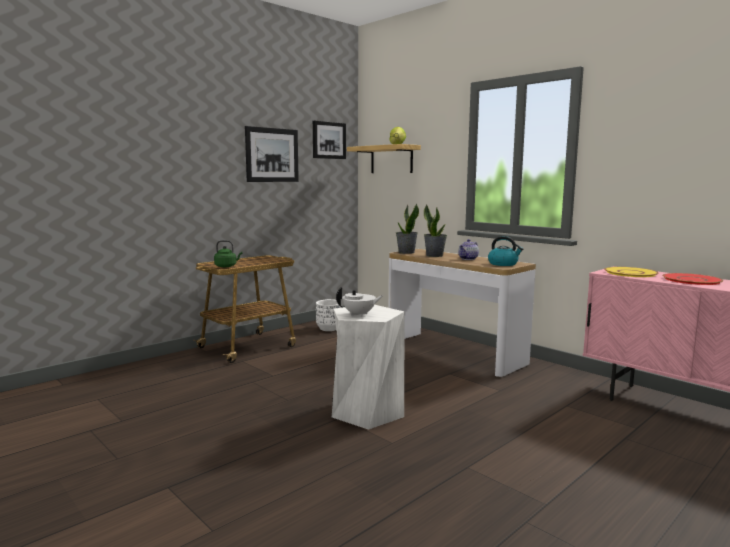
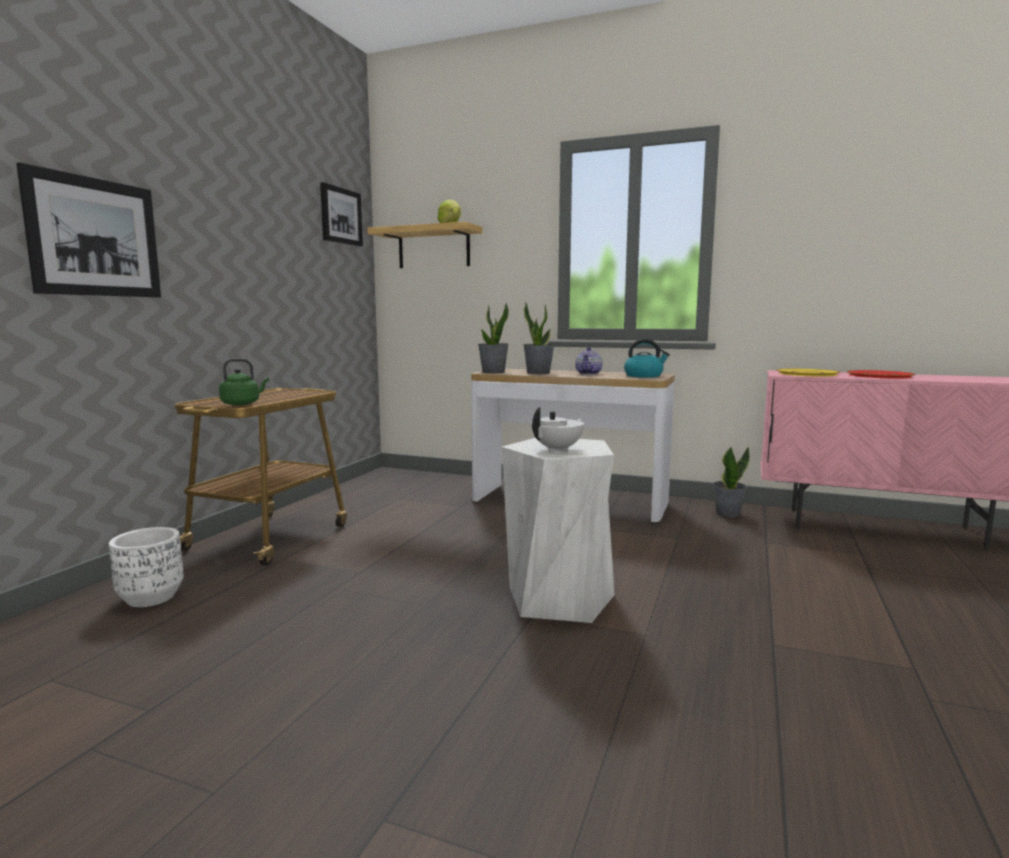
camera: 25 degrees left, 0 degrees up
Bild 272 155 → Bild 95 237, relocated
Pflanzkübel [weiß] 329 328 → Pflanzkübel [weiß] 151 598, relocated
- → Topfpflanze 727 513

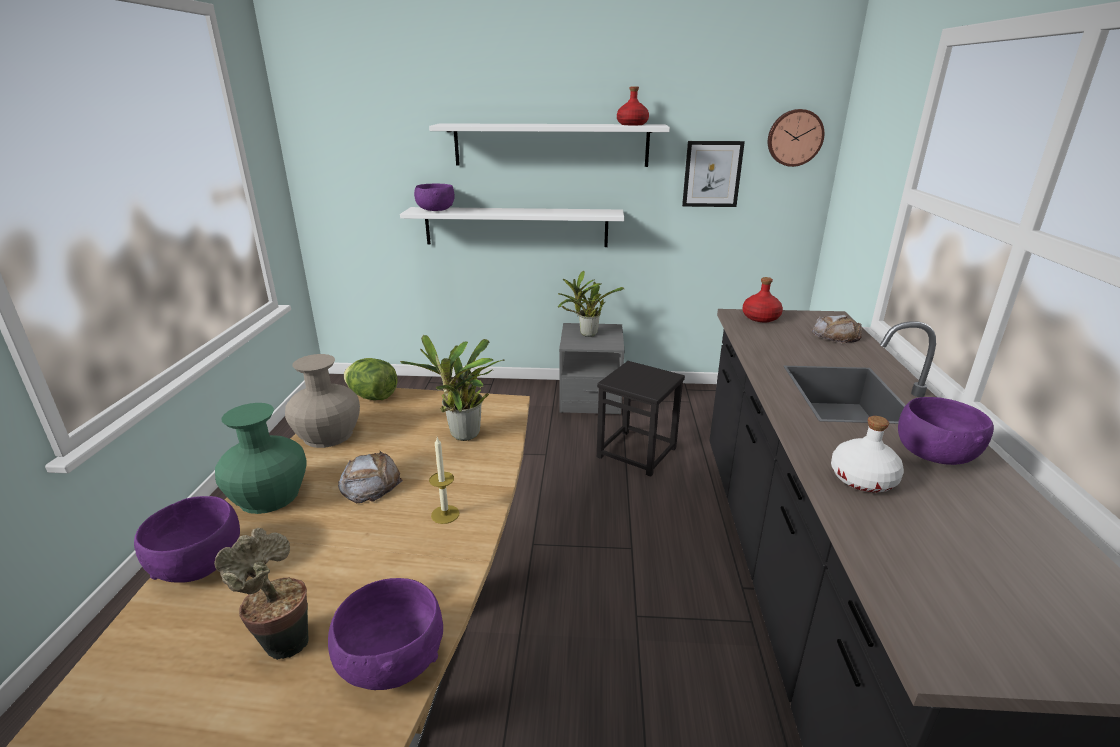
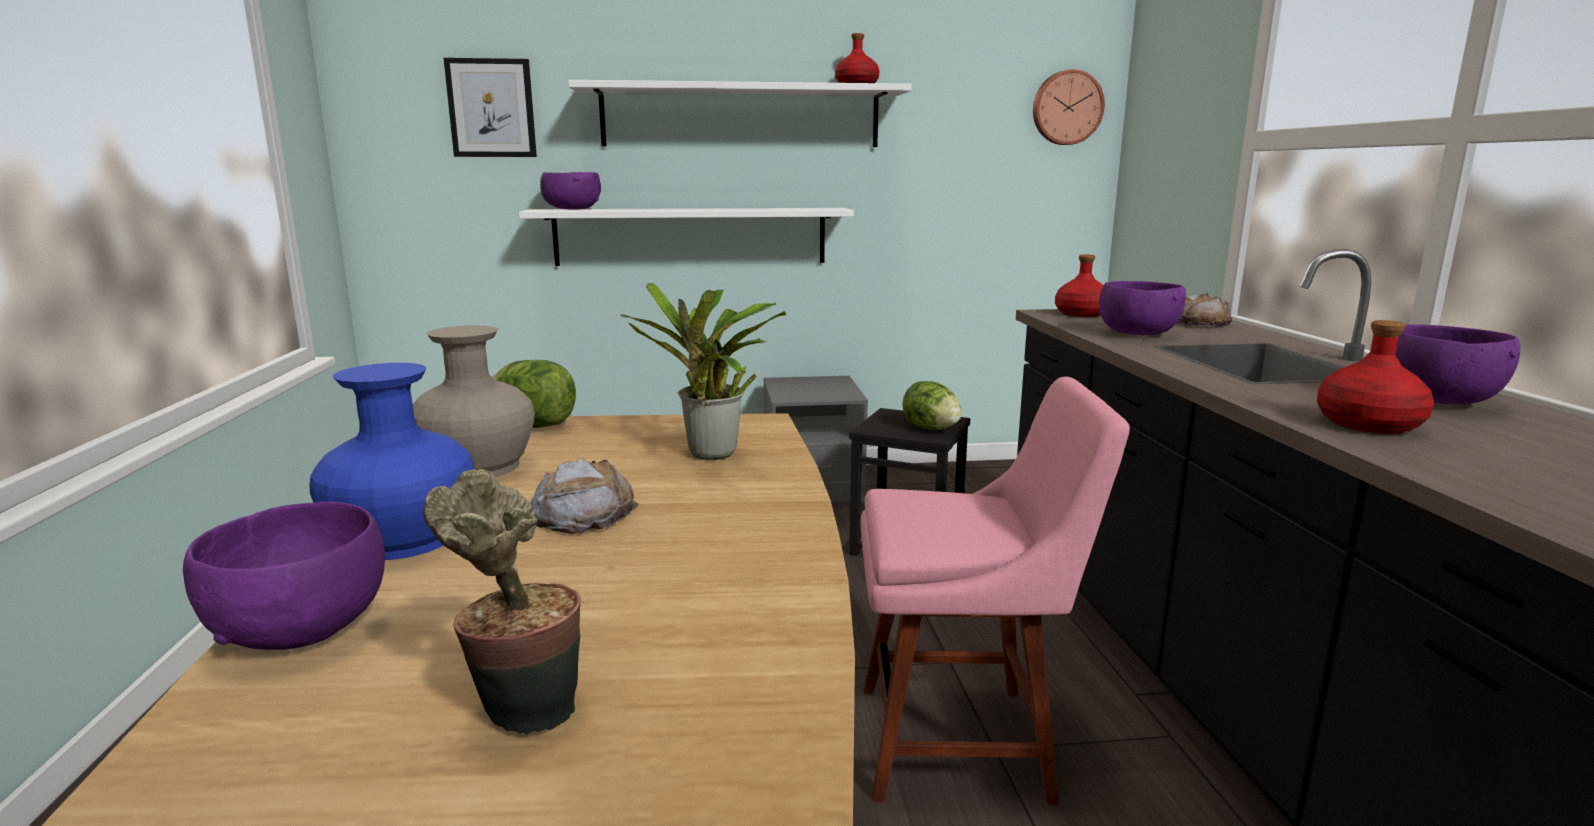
camera: 10 degrees left, 10 degrees down
Vase [grün] 269 496 → Vase [blau] 403 538
Schüssel [lila] 391 662 → Schüssel [lila] 1137 334, relocated
Kerze 445 514 → -
Topfpflanze 586 334 → -
Bild 712 174 → Bild 491 108, relocated
Flasche [weiß] 863 479 → Flasche [rot] 1369 424
- → Stuhl [rosa] 964 741
- → Salatkopf 931 429

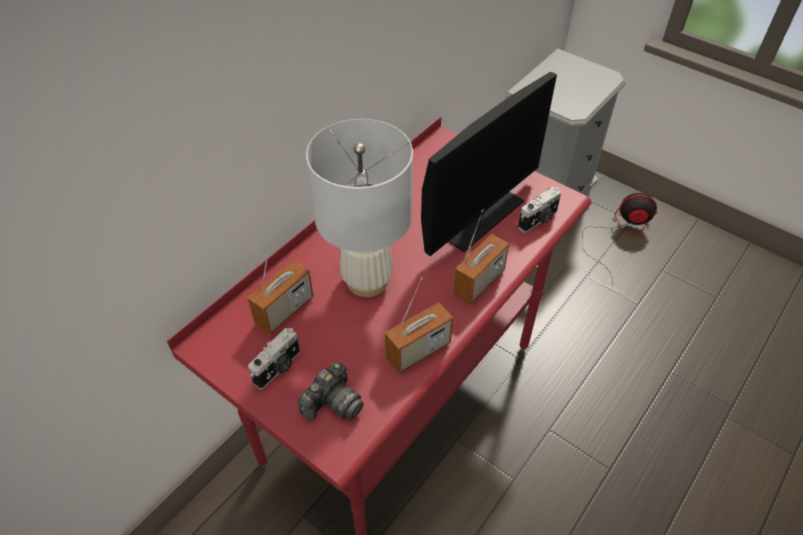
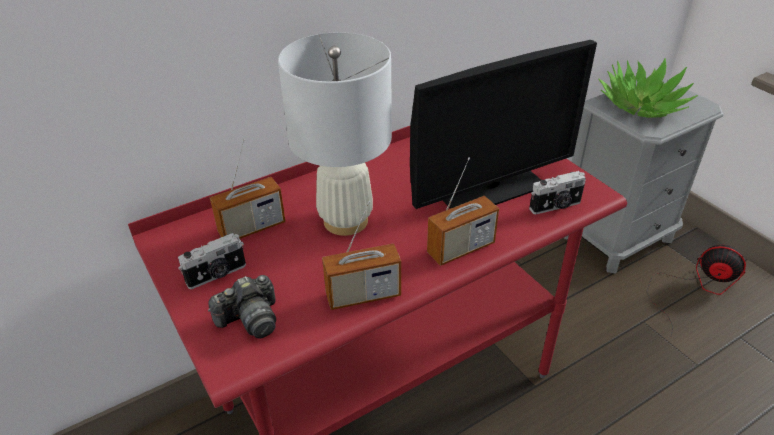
camera: 20 degrees right, 10 degrees down
- → Topfpflanze 642 106

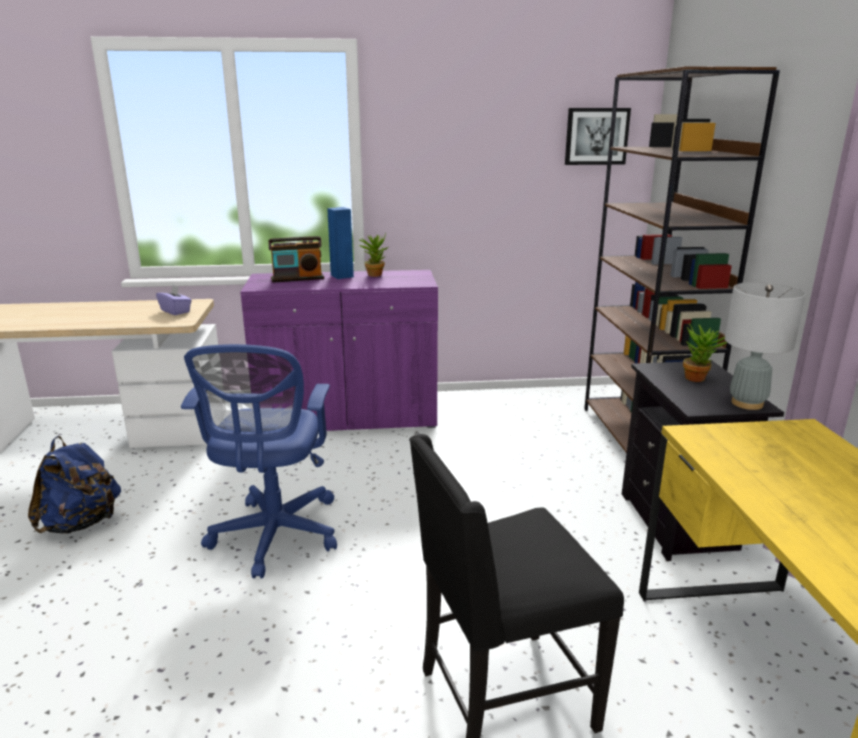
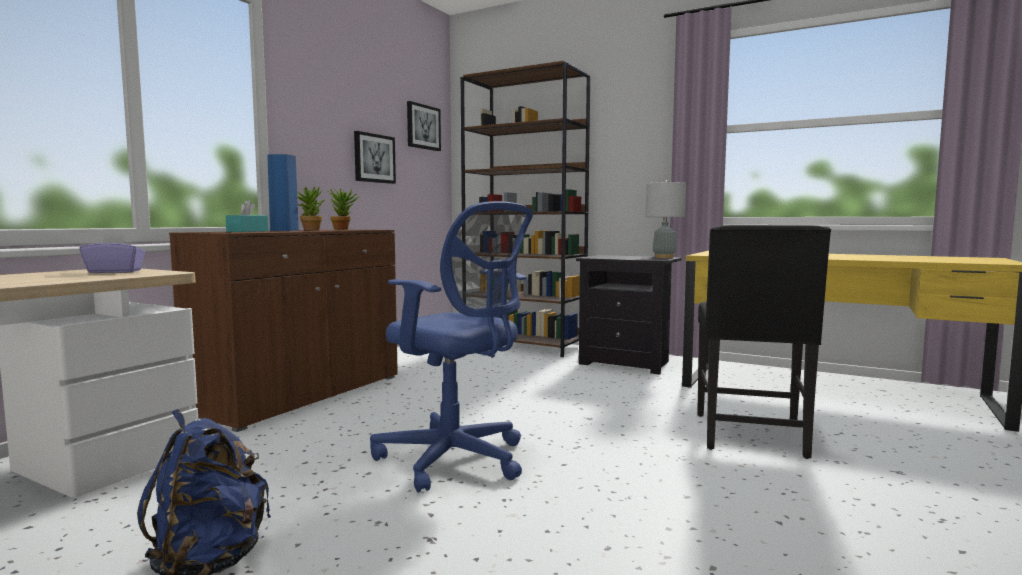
camera: 55 degrees left, 15 degrees down
Schrank [lila] 348 418 → Schrank [braun] 302 395
Radio 297 279 → Taschentuchbox [türkis] 247 231
Topfpflanze 699 378 → Topfpflanze 343 229, relocated
- → Bild 374 158

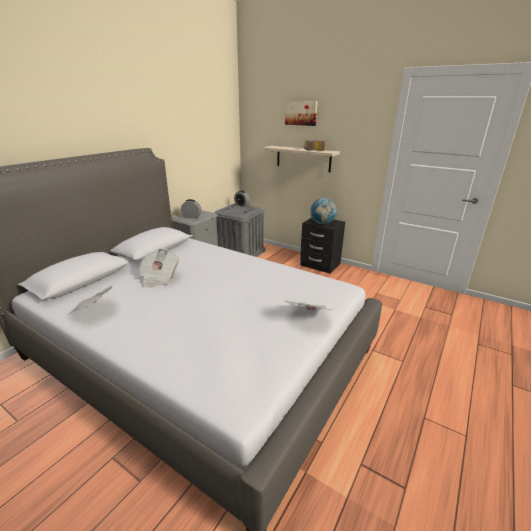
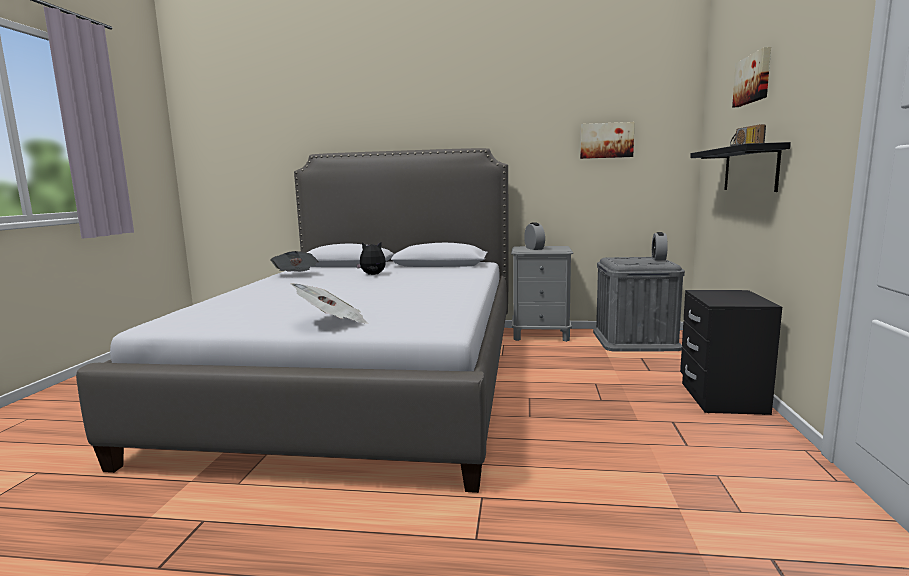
camera: 65 degrees right, 15 degrees down
Zeitung 159 278 → Plüschtier 373 275
Wandregal [beige] 303 158 → Wandregal [schwarz] 750 169
Globus 322 223 → -
- → Bild 606 140

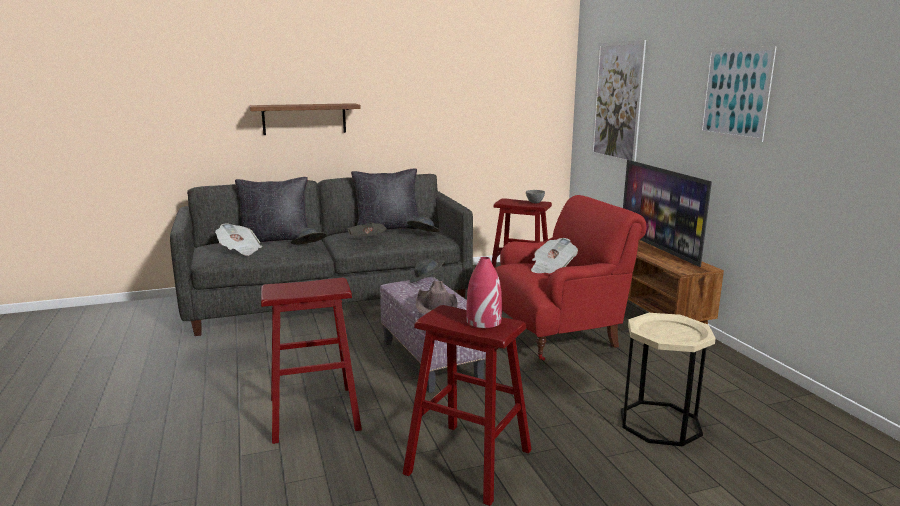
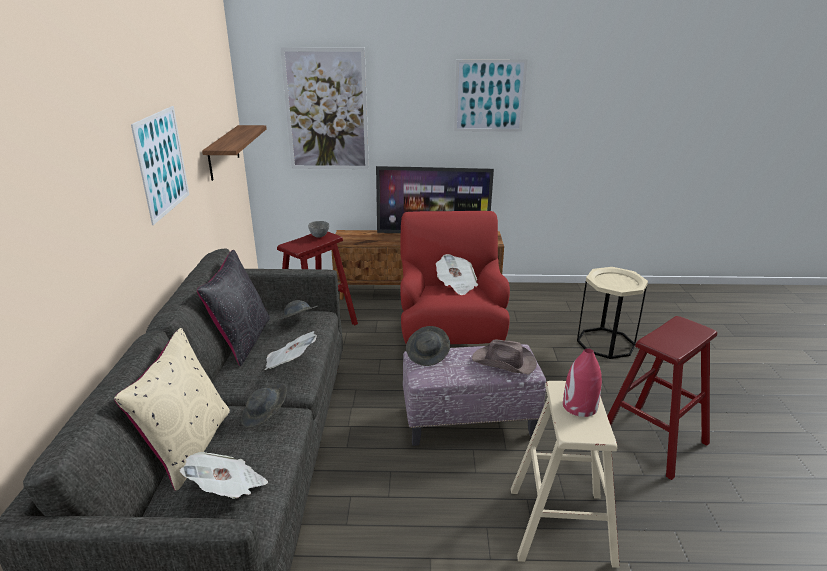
camera: 70 degrees left, 10 degrees up
Kissen [schwarz] 275 240 → Kissen [beige] 188 446
Wandregal 304 119 → Wandregal 223 152, relocated
Hocker [rot] 314 413 → Hocker [beige] 561 525
Vase [rot] 483 321 → Vase [rot] 579 406, relocated
- → Bild 162 163

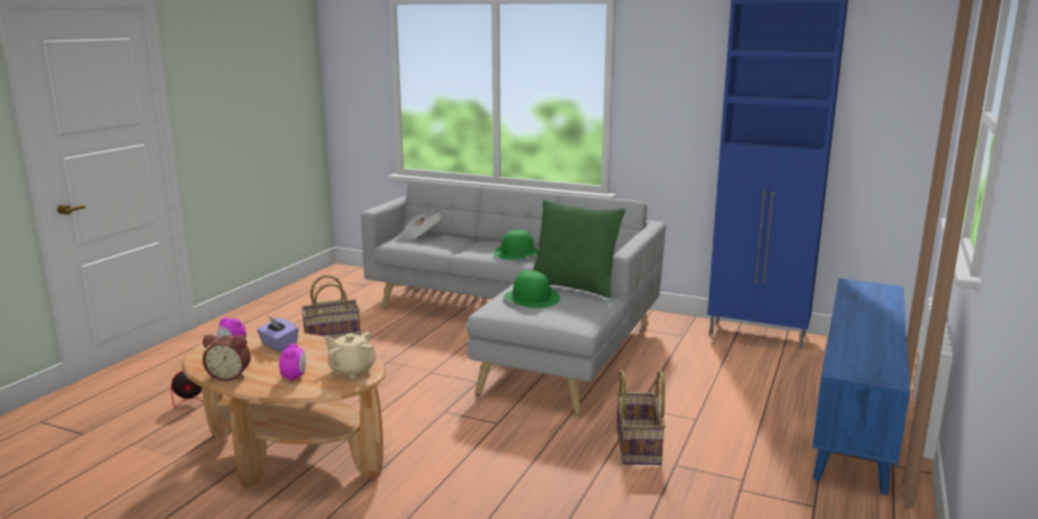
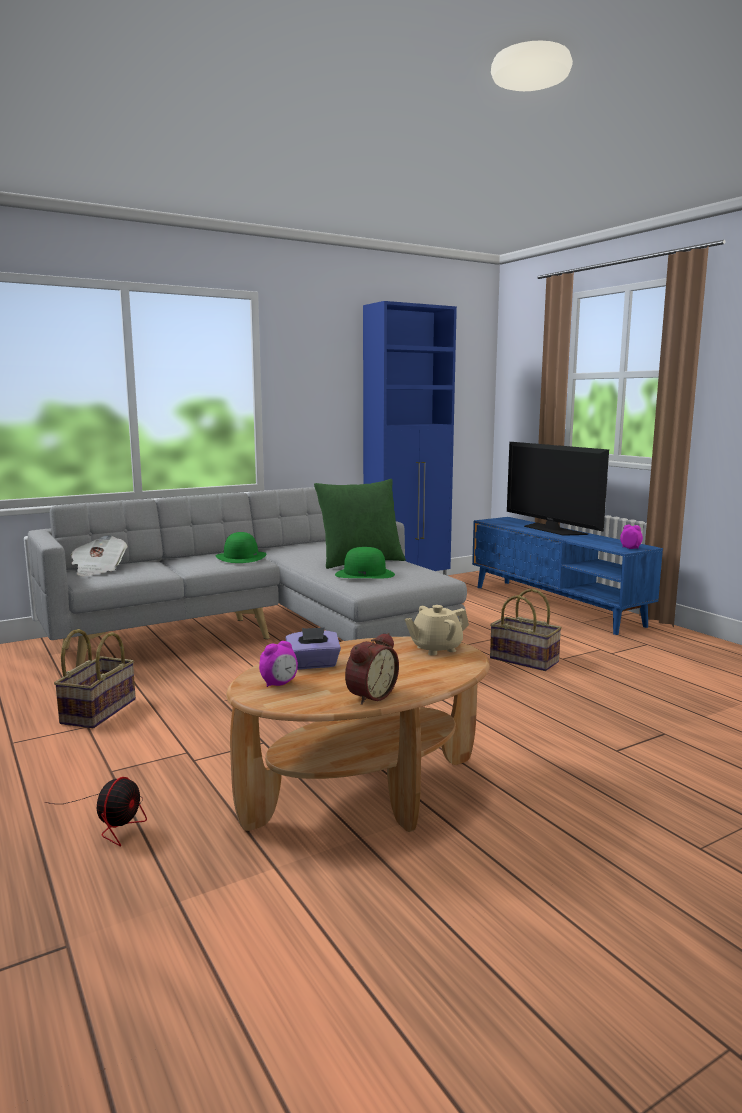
camera: 55 degrees left, 5 degrees down
Wecker 294 377 → Wecker 630 548, relocated
- → Fernseher 552 530

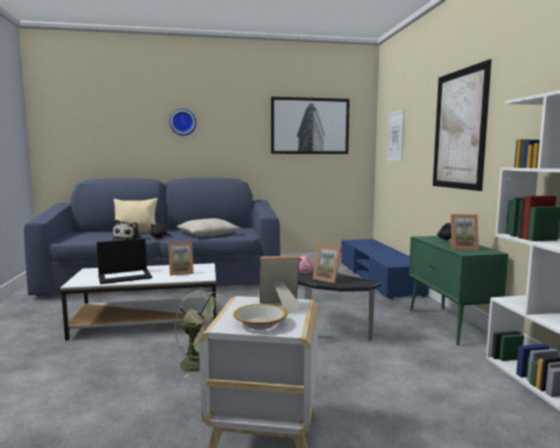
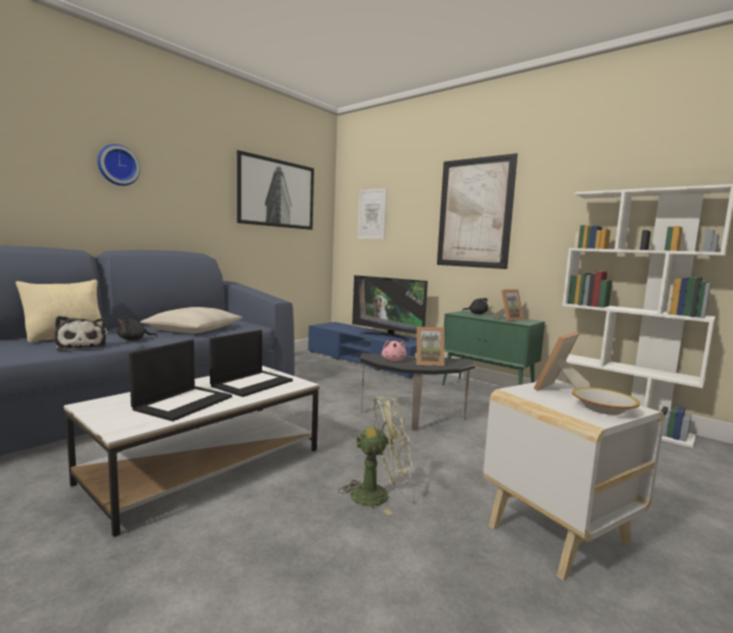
camera: 40 degrees left, 0 degrees up
Bilderrahmen 181 272 → Laptop 252 383
- → Fernseher 388 336

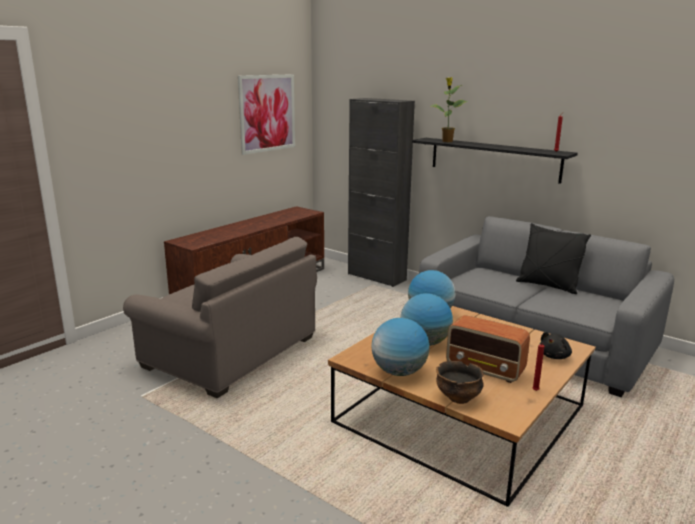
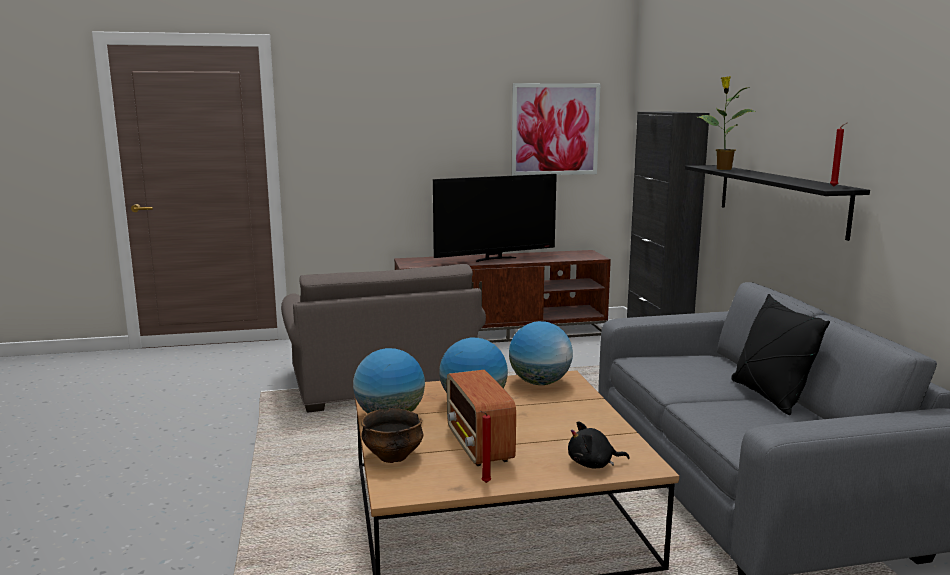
camera: 40 degrees right, 5 degrees down
- → Fernseher 494 259

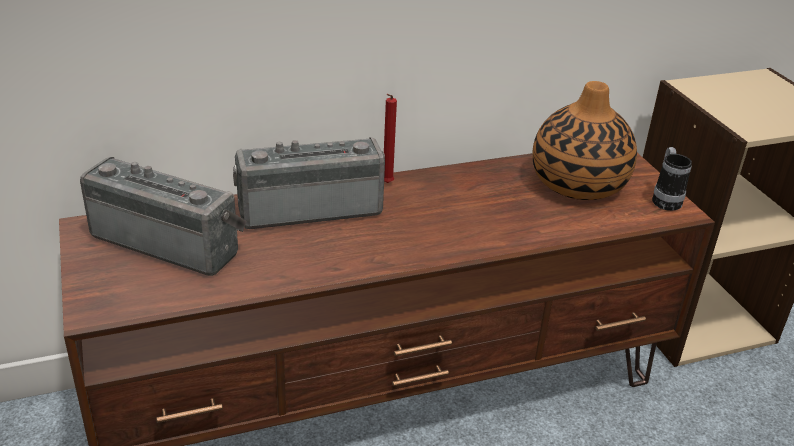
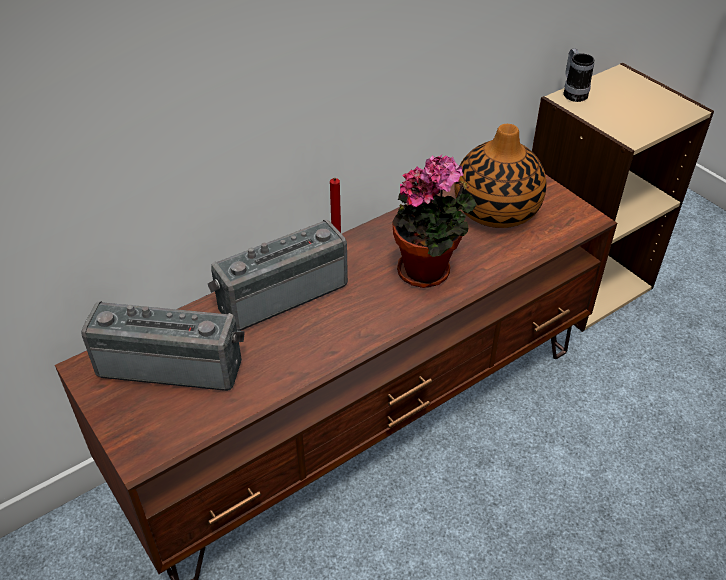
camera: 15 degrees left, 10 degrees up
Henkelbecher 665 199 → Henkelbecher 573 93, relocated
- → Topfpflanze 428 271

